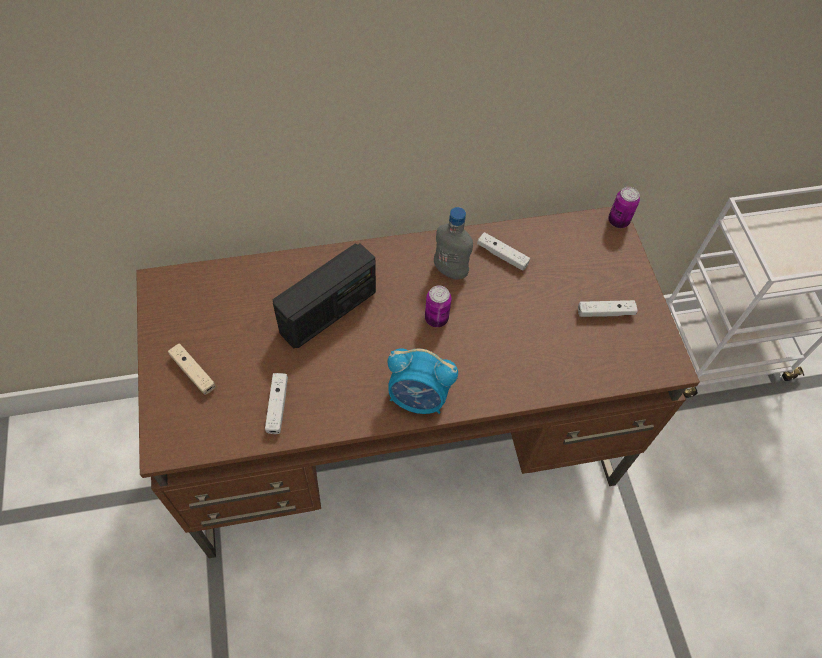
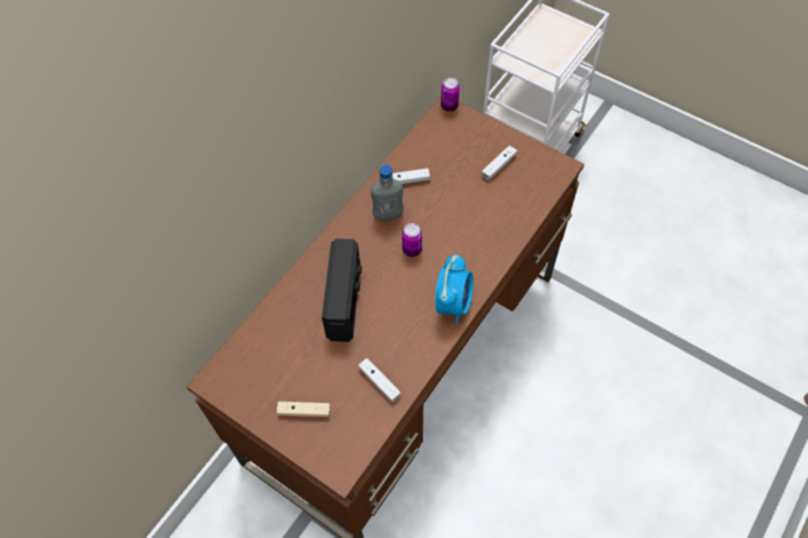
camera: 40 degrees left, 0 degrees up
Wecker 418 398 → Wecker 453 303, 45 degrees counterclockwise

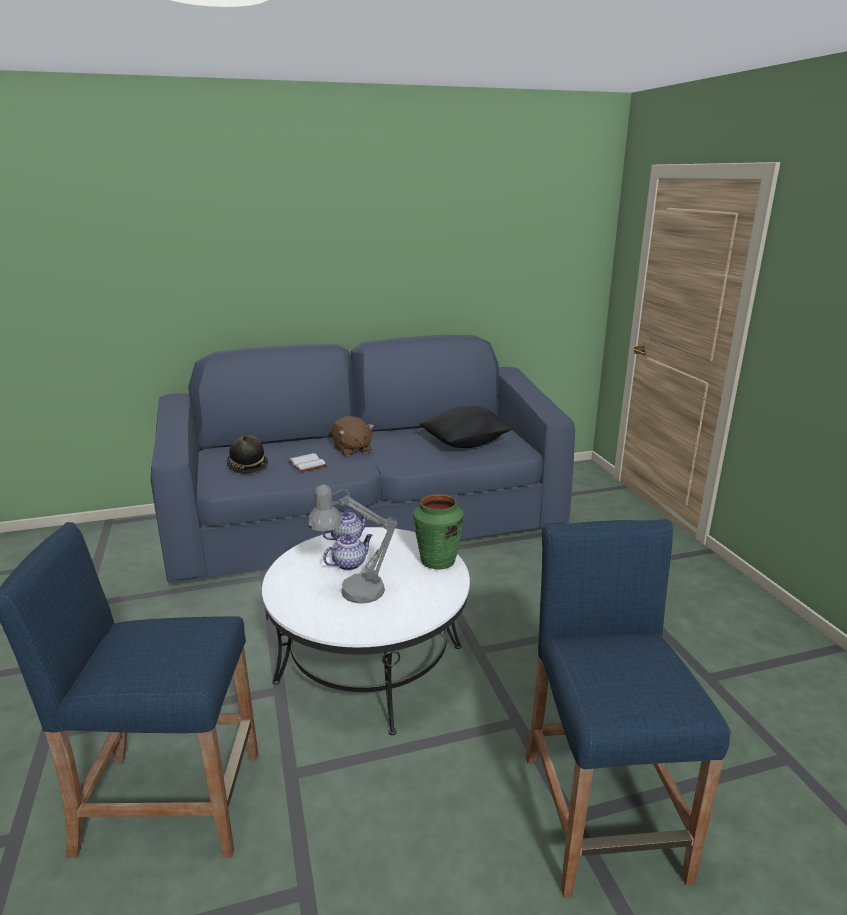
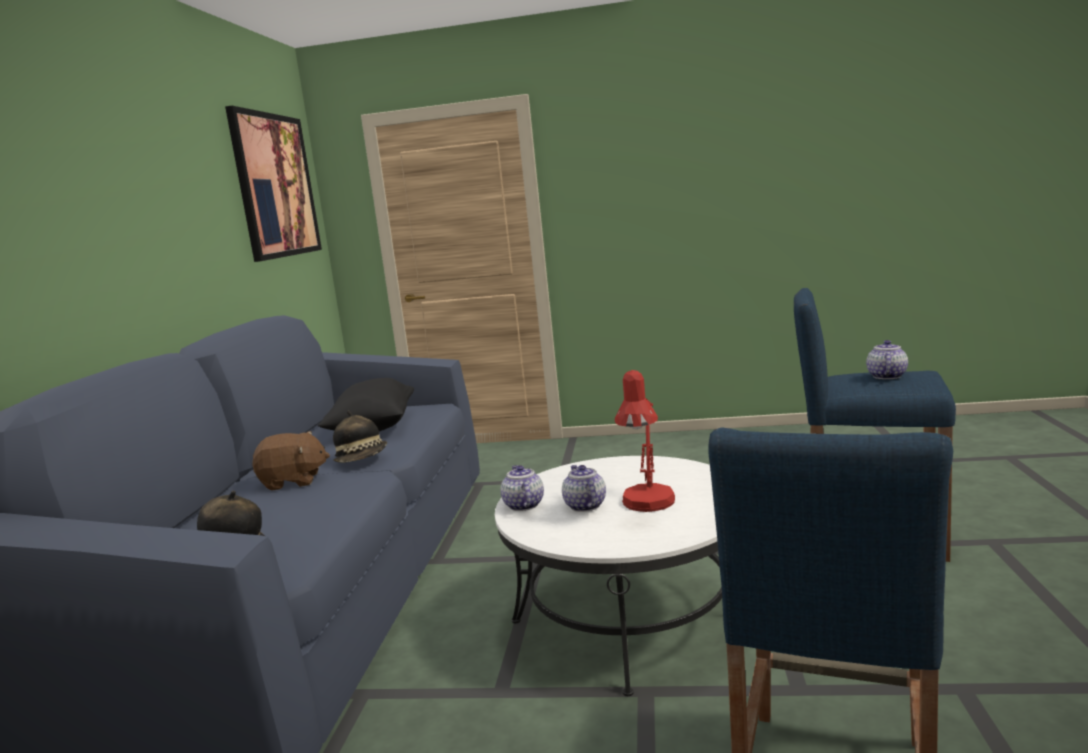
camera: 65 degrees left, 10 degrees down
Buch [weiß] 308 464 → -
Tischlampe [grau] 353 591 → Tischlampe [rot] 647 506
Vase [grün] 438 561 → -
- → Bild 275 186
- → Hut 363 459
- → Teekanne 886 376

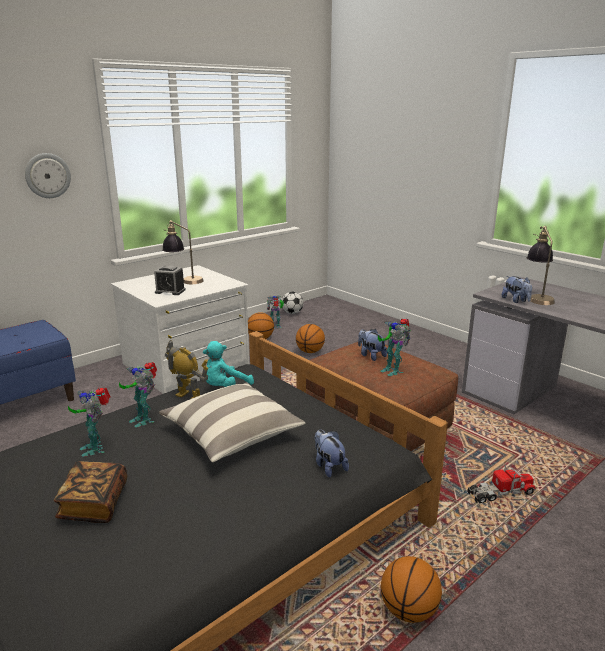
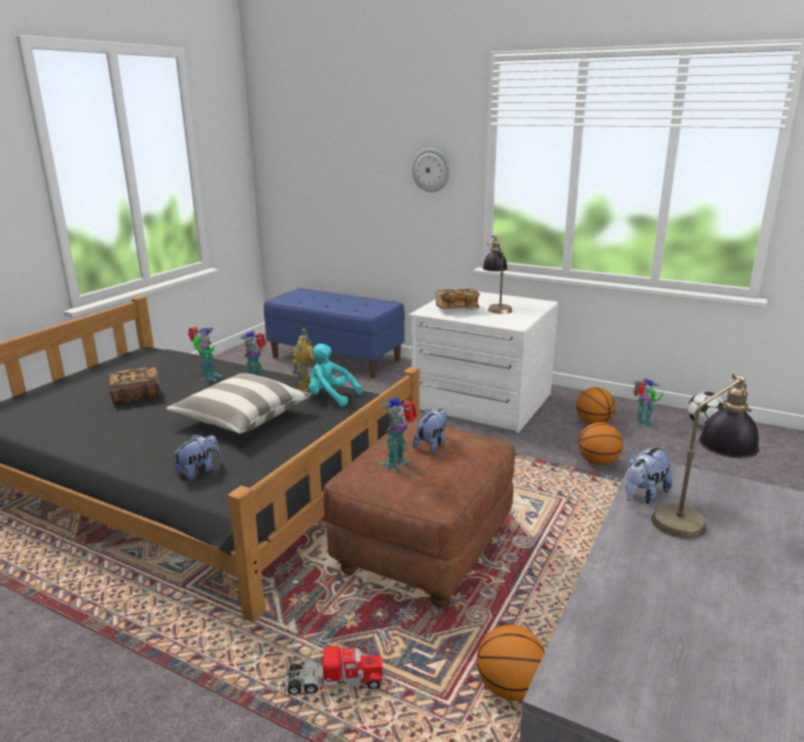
camera: 70 degrees right, 0 degrees up
Spielzeugroboter 95 447 → Spielzeugroboter 208 377, 150 degrees clockwise
Wecker 170 291 → Buch 457 309
Basketball 409 610 → Basketball 510 688, relocated
Spielzeuglaster 500 493 → Spielzeuglaster 334 682, 60 degrees counterclockwise

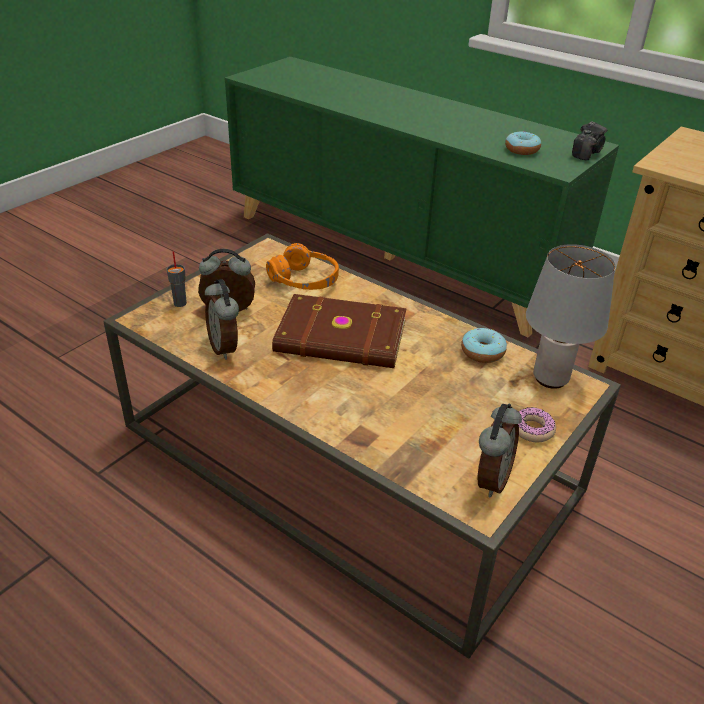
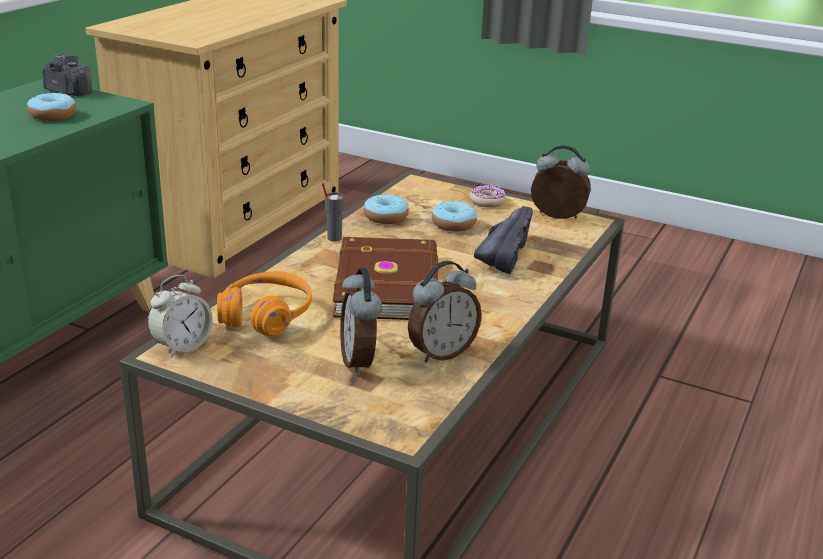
camera: 100 degrees left, 10 degrees down
Tasse [grau] 180 303 → Tasse [grau] 334 238, relocated
Tischlampe [grau] 550 378 → -
- → Wecker 182 346
- → Donut 453 224
- → Schuh [schwarz] 502 253

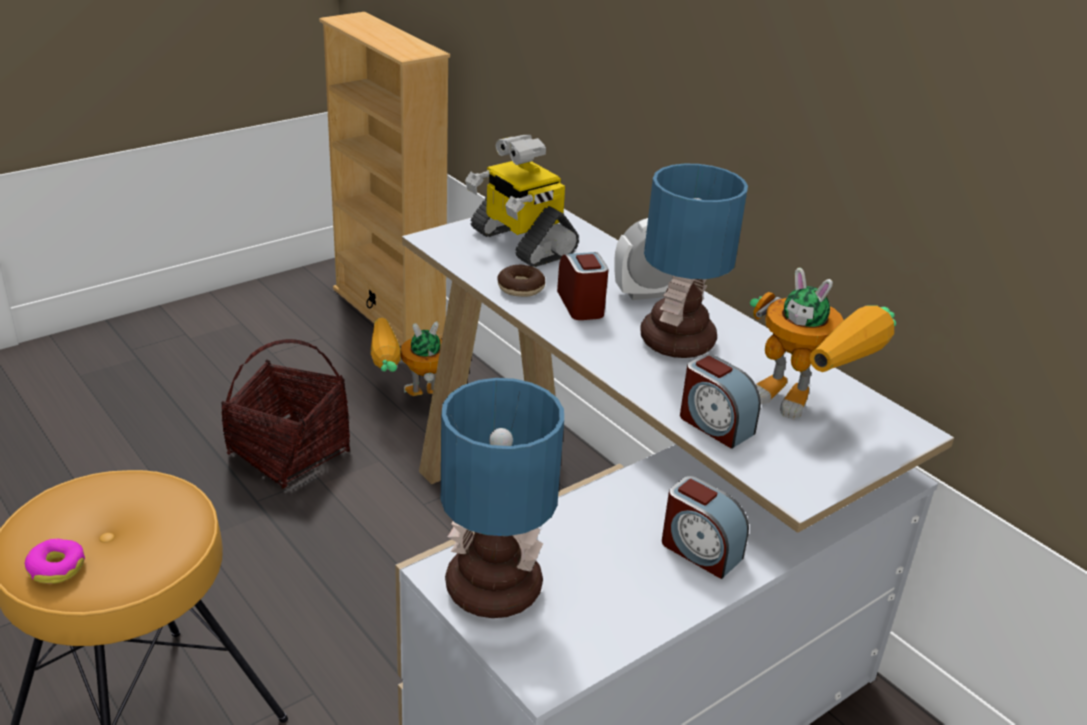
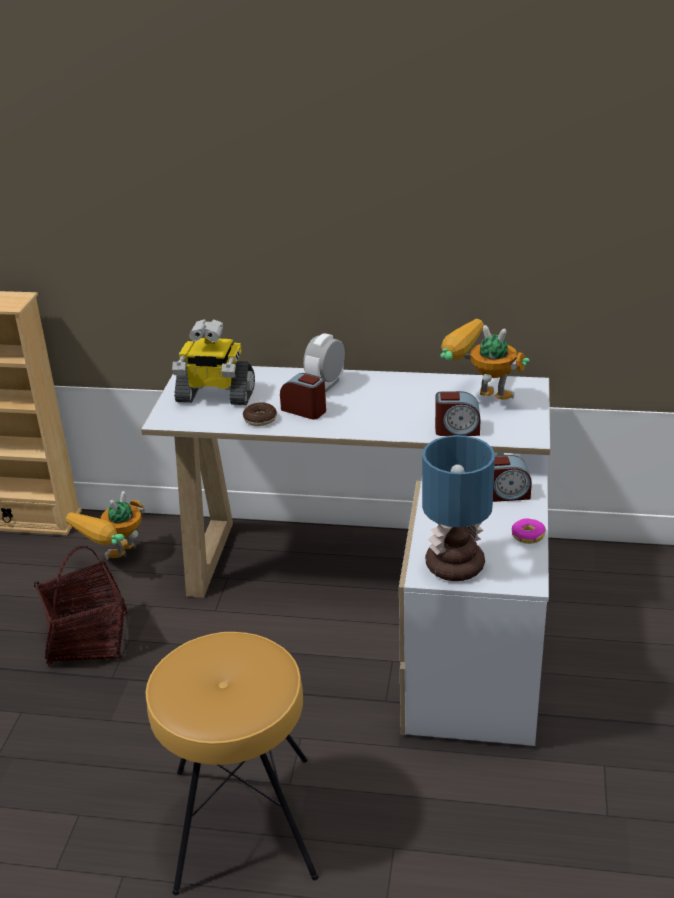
camera: 40 degrees left, 0 degrees up
Donut 56 568 → Donut 527 535, relocated
Tischlampe 677 340 → -
Spielzeugroboter 806 407 → Spielzeugroboter 479 399, 150 degrees counterclockwise

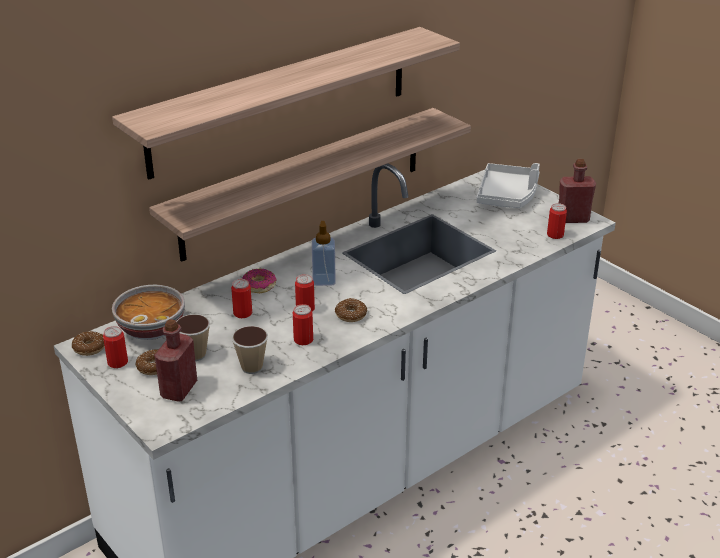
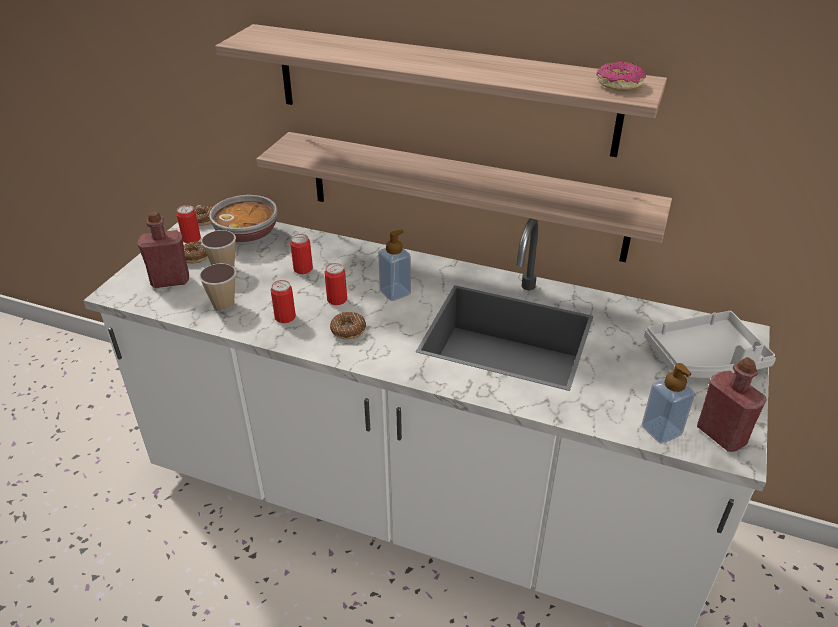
camera: 60 degrees right, 5 degrees up
Donut 259 286 → Donut 619 84, relocated
Dose 555 235 → Seifenspender 661 430

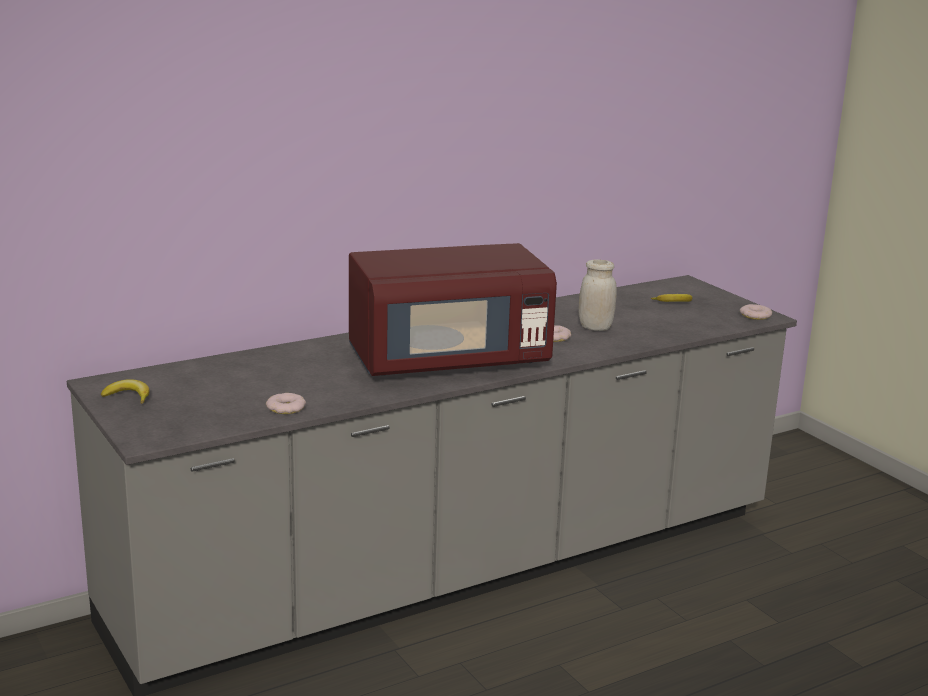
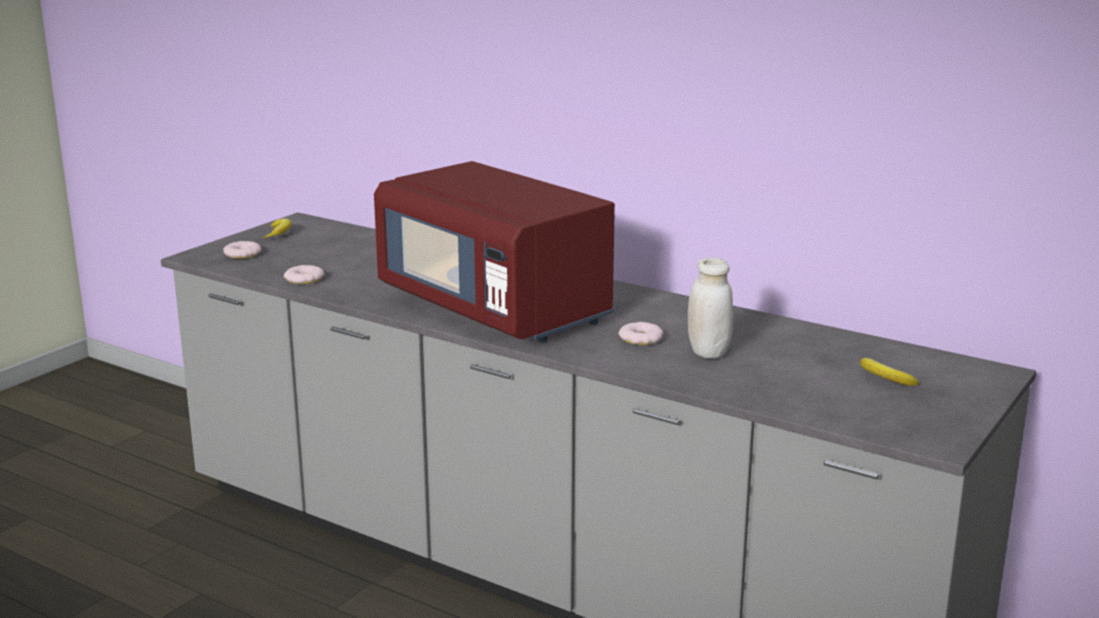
camera: 65 degrees right, 0 degrees up
Donut 755 315 → Donut 242 254, relocated

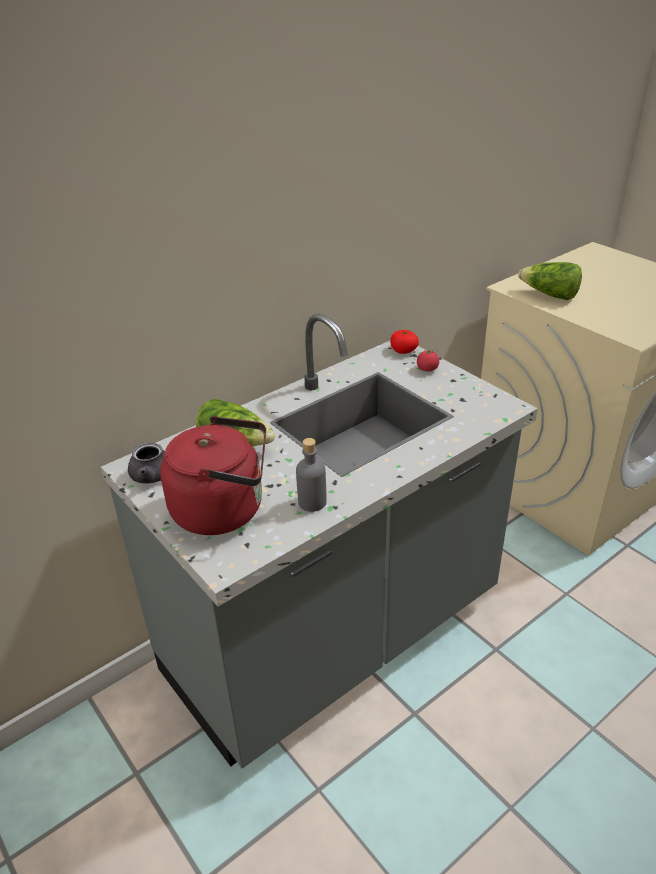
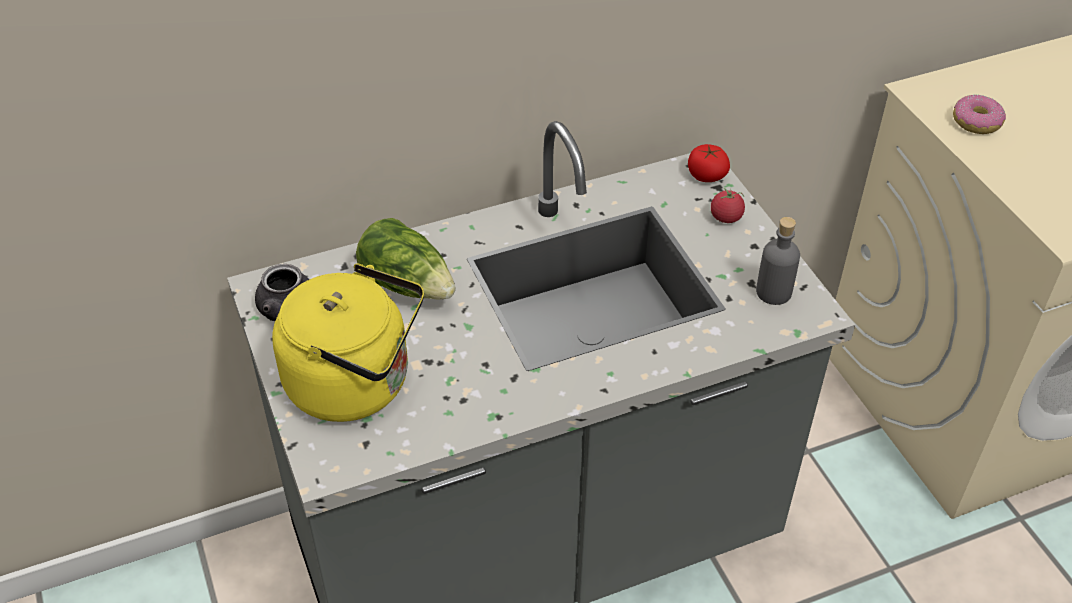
camera: 15 degrees right, 10 degrees up
Wasserkessel [rot] 224 509 → Wasserkessel [gelb] 357 383
Flasche [grau] 312 502 → Flasche [grau] 773 292, relocated
Salatkopf 549 295 → Donut 976 122

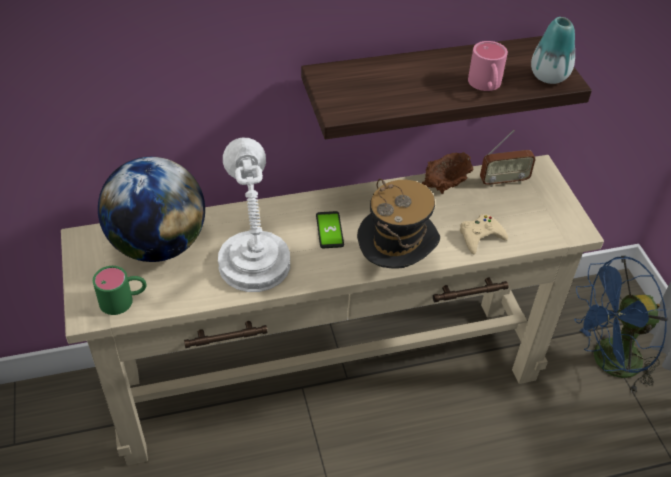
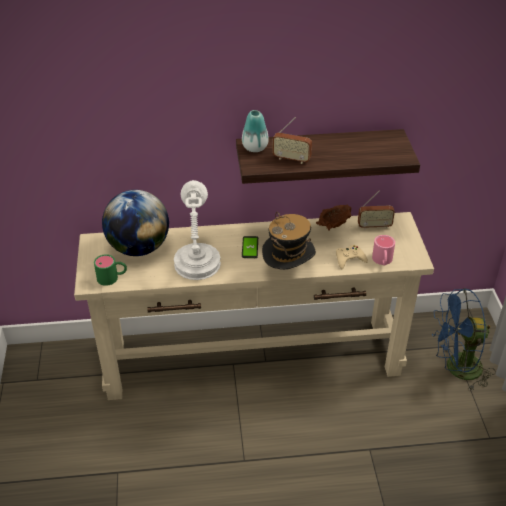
camera: 10 degrees right, 5 degrees down
Henkelbecher [rosa] 486 86 → Henkelbecher [rosa] 382 261, relocated
Vase 549 76 → Vase 255 148, relocated
- → Radio 291 159

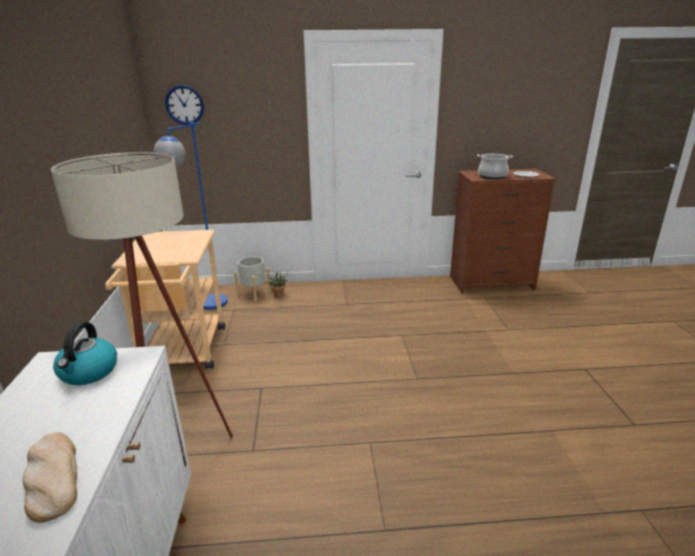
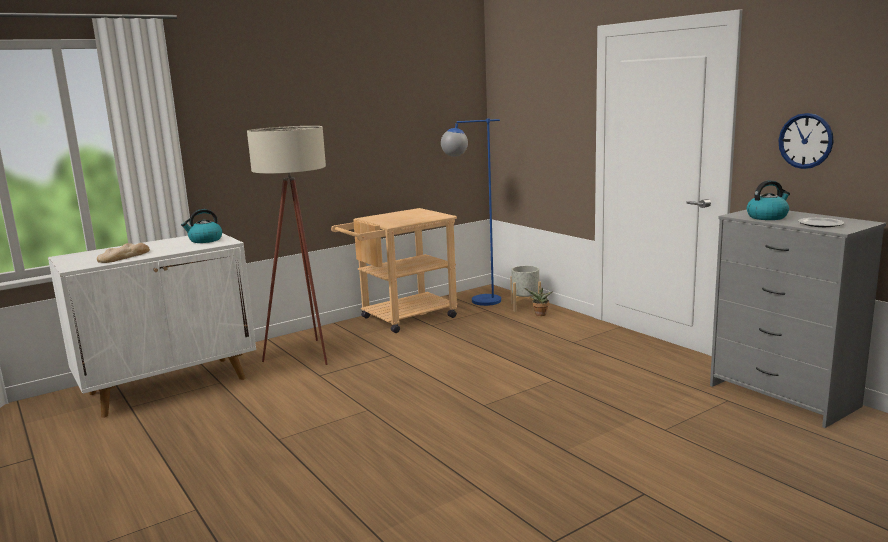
camera: 60 degrees right, 10 degrees down
Wanduhr 184 105 → Wanduhr 805 141, relocated
Kommode [braun] 491 283 → Kommode [grau] 782 396
Kochtopf 492 176 → Wasserkessel 767 217

